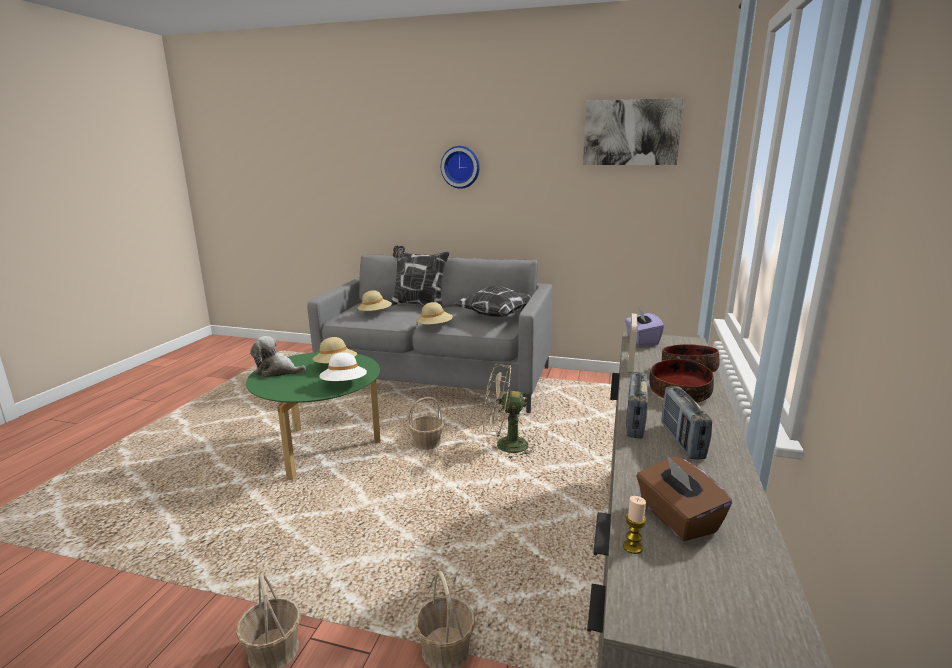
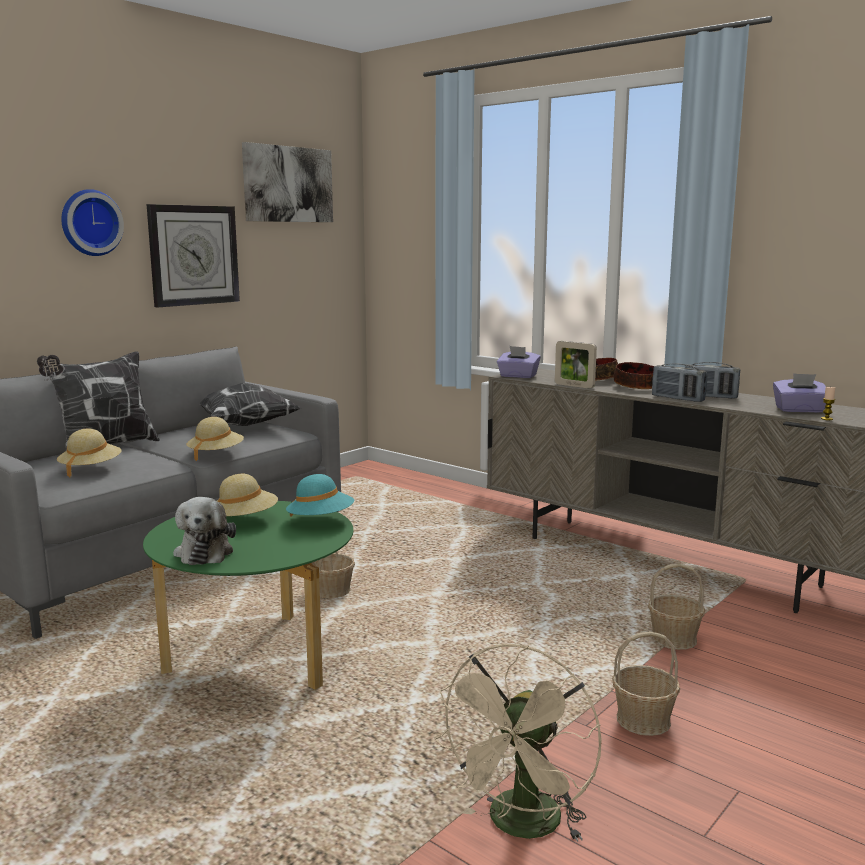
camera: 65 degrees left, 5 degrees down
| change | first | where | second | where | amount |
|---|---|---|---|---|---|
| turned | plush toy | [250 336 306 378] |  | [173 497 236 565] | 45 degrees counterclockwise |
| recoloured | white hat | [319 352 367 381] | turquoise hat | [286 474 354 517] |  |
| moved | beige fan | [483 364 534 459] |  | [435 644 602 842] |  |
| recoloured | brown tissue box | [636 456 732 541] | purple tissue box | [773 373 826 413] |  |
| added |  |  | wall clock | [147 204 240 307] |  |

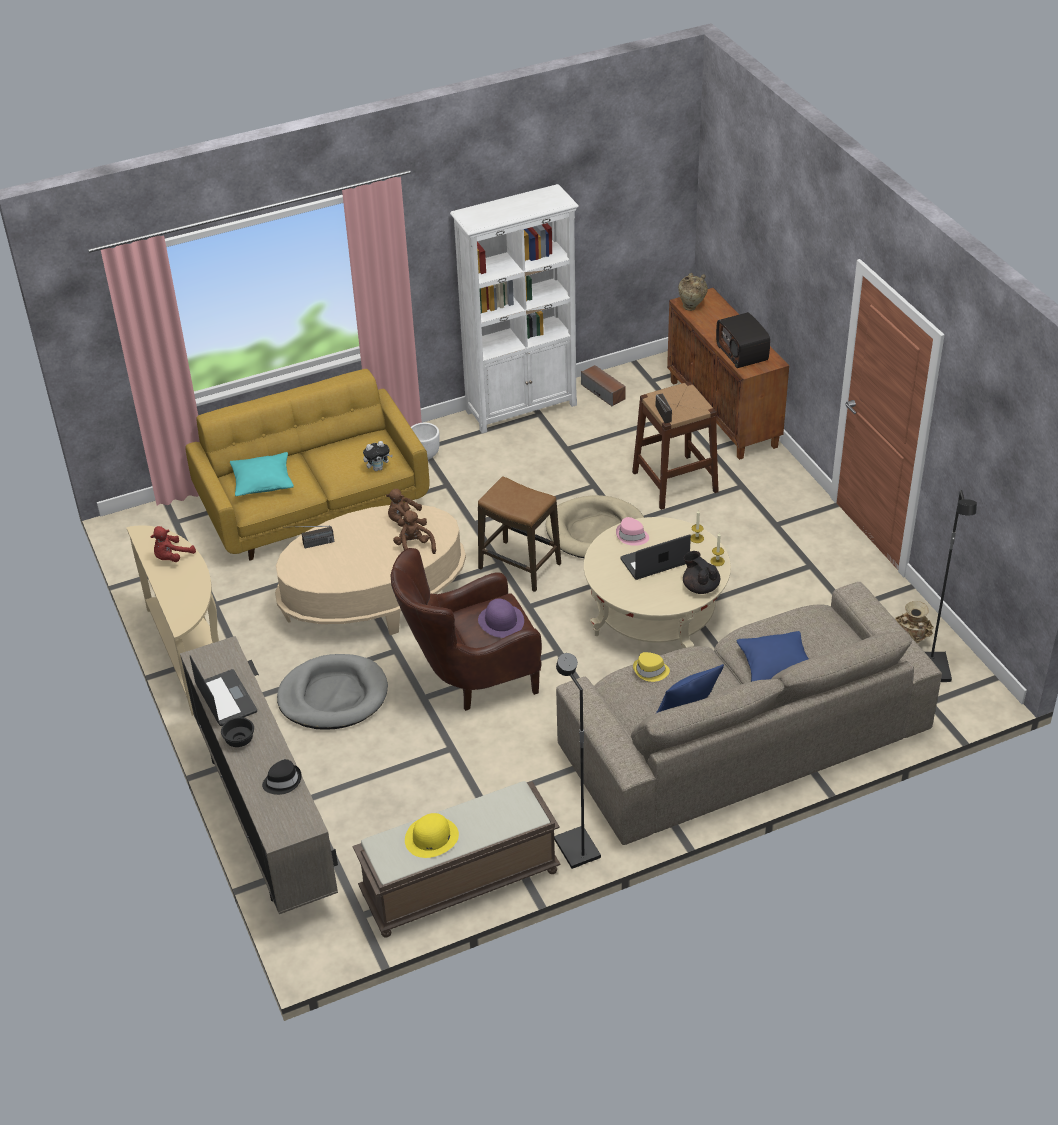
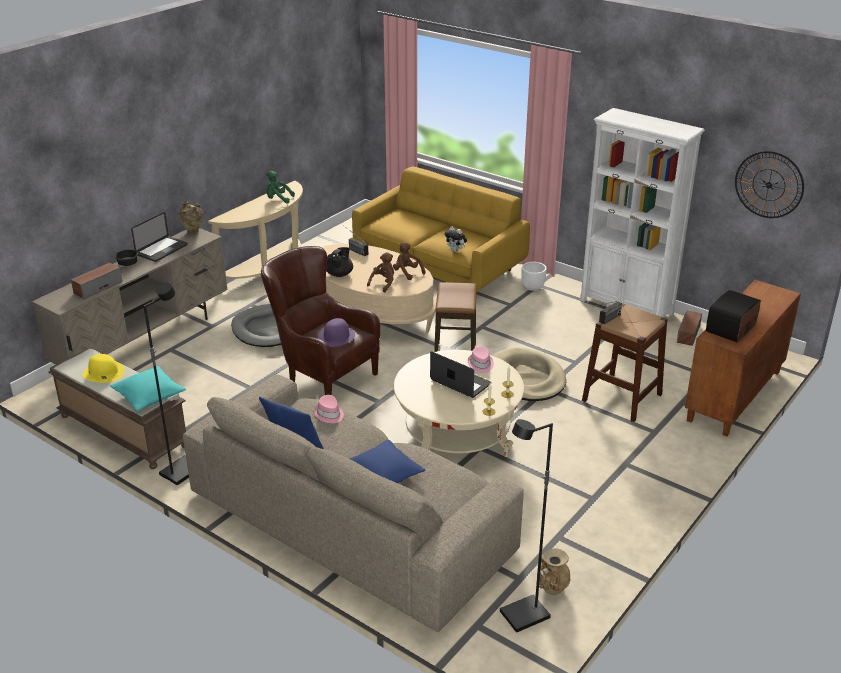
camera: 60 degrees right, 10 degrees down
| change | first | where | second | where | amount |
|---|---|---|---|---|---|
| recoloured | red plush toy | [151 526 196 562] | green plush toy | [266 171 295 203] |  |
| moved | turquoise pillow | [230 452 294 496] |  | [110 366 186 411] |  |
| replaced | black hat | [262 759 302 795] | speaker | [71 263 123 299] |  |
| recoloured | yellow hat | [633 652 670 682] | pink hat | [314 395 344 423] |  |
| moved | beige vase | [678 273 708 311] |  | [178 201 203 234] |  |
| moved | black teapot | [683 551 720 594] |  | [326 247 353 277] |  |
| added |  |  | wall clock | [735 151 804 218] |  |

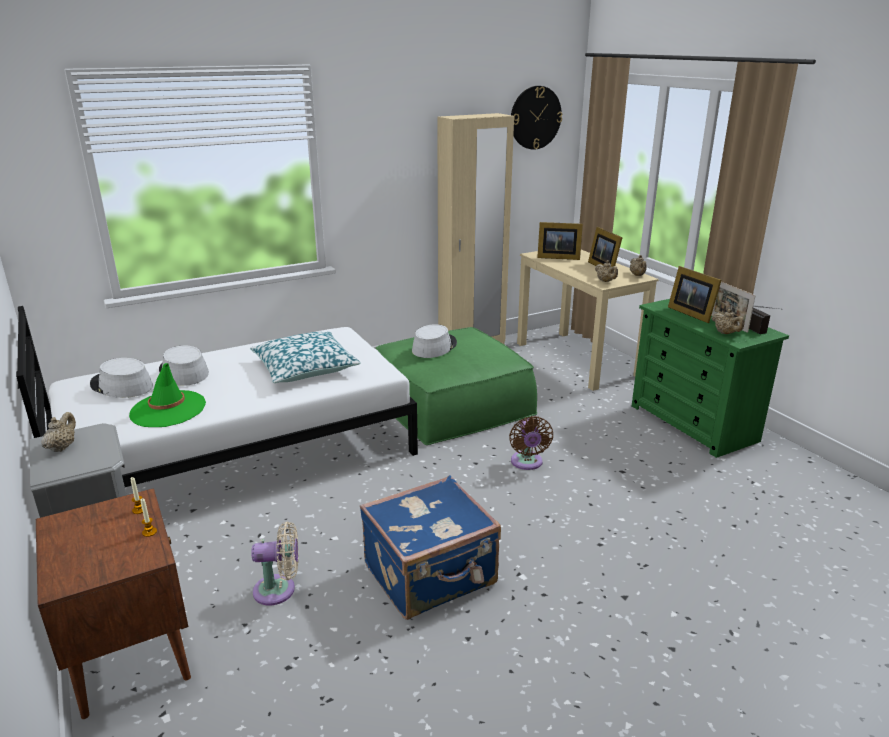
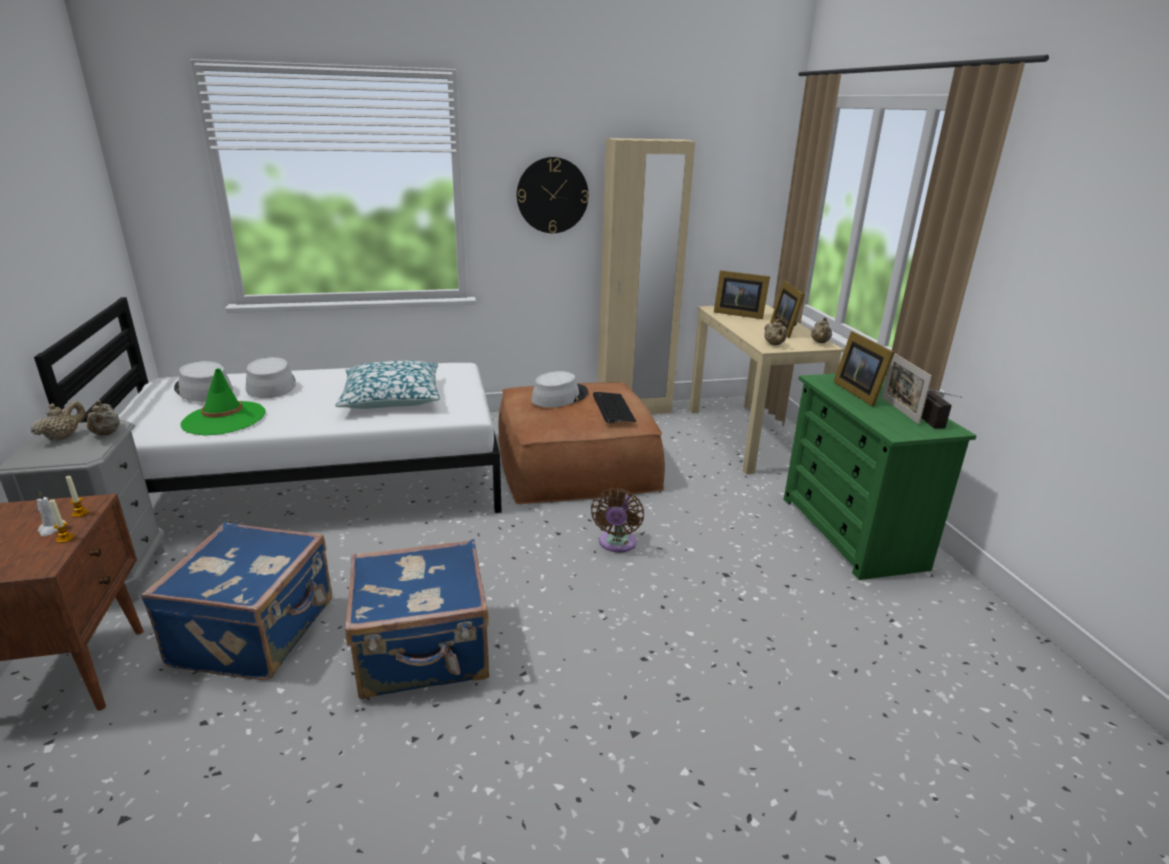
camera: 15 degrees right, 0 degrees up
| change | first | where | second | where | amount |
|---|---|---|---|---|---|
| replaced | beige fan | [252 522 299 605] | blue suitcase | [141 522 332 680] |  |
| recoloured | green ottoman | [376 327 537 445] | brown ottoman | [498 382 665 504] |  |
| moved | wall clock | [511 86 562 150] |  | [517 157 589 233] |  |
| moved | beige teapot | [712 309 744 334] |  | [86 400 120 435] |  |
| added |  |  | white candle | [37 491 67 536] |  |
| added |  |  | keyboard | [593 392 636 423] |  |

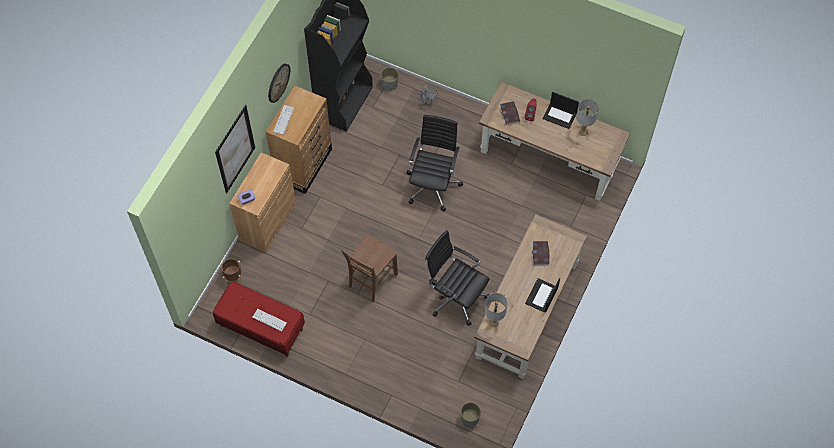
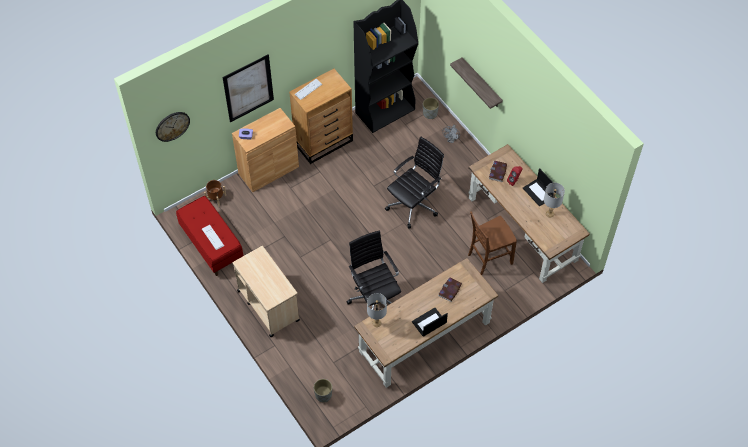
camera: 30 degrees right, 5 degrees down
| change | first | where | second | where | amount |
|---|---|---|---|---|---|
| moved | wall clock | [268 64 290 103] |  | [156 112 190 142] |  |
| moved | brown chair | [341 235 398 302] |  | [468 211 517 275] |  |
| added |  |  | beige cart | [233 246 300 337] |  |
| added |  |  | shelf | [450 57 503 109] |  |

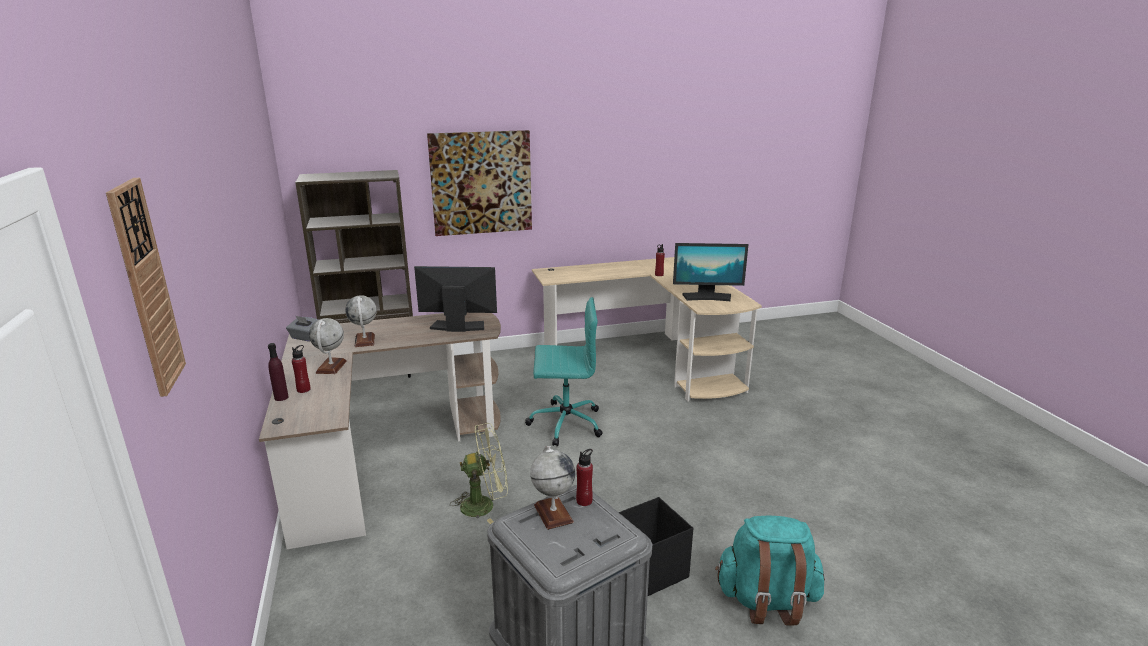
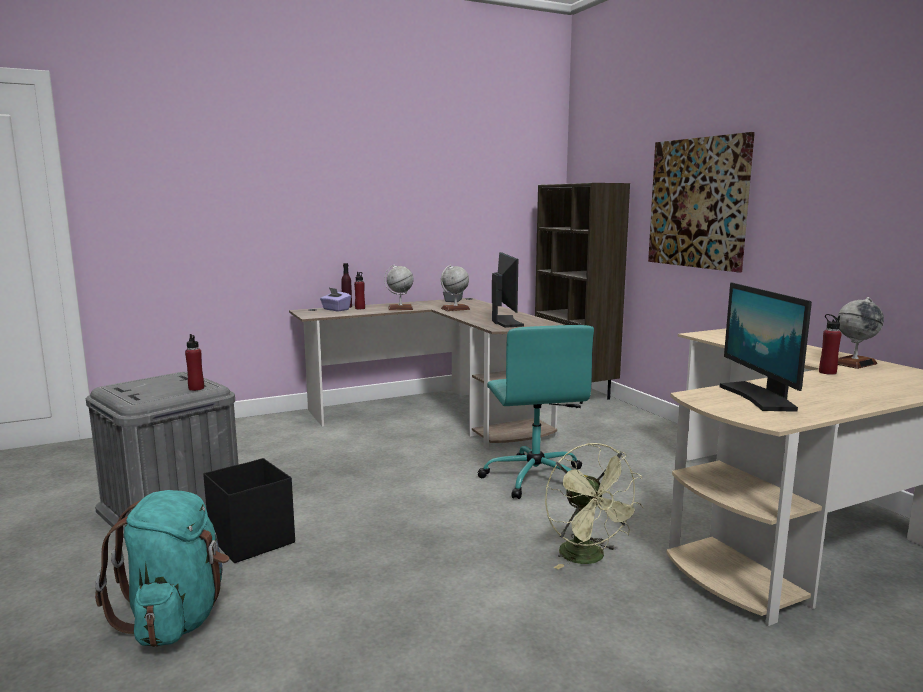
camera: 80 degrees right, 10 degrees down
| change | first | where | second | where | amount |
|---|---|---|---|---|---|
| removed | wall clock | [106 178 186 397] |  |  |  |
| moved | green fan | [450 423 508 524] |  | [545 443 644 569] |  |
| moved | globe | [530 446 575 530] |  | [837 297 884 369] |  |
| added |  |  | purple tissue box | [320 288 351 311] |  |

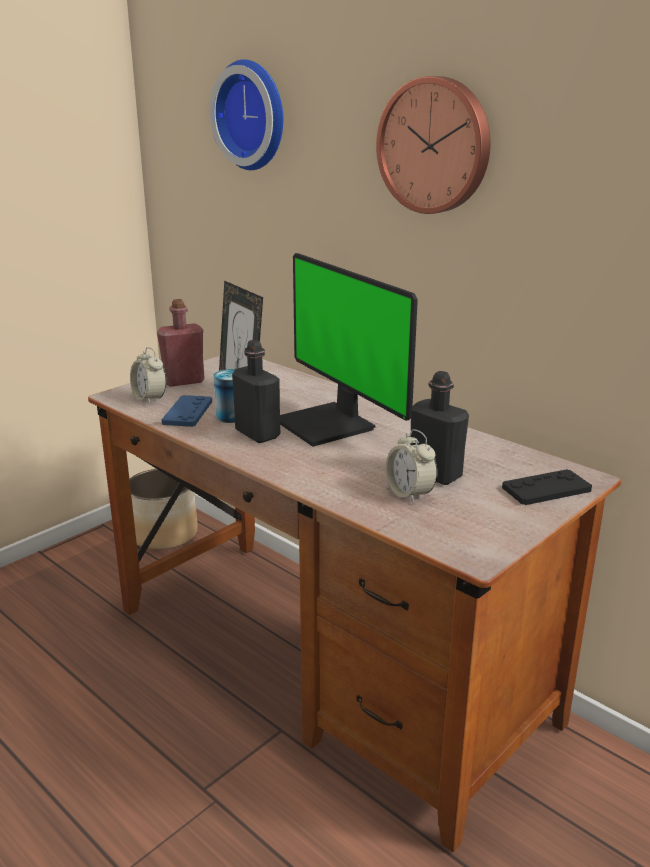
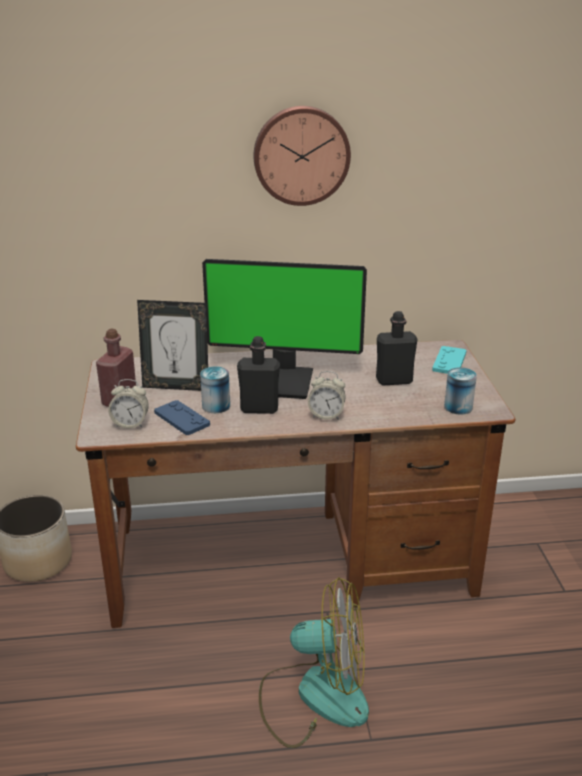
camera: 50 degrees left, 5 degrees up
| change | first | where | second | where | amount |
|---|---|---|---|---|---|
| removed | wall clock | [209 59 283 170] |  |  |  |
| moved | alarm clock | [386 429 437 503] |  | [308 371 346 420] |  |
| recoloured | black game controller | [502 469 592 505] | turquoise game controller | [432 346 467 374] |  |
| added |  |  | fan | [259 577 369 748] |  |
| added |  |  | can | [444 367 477 415] |  |

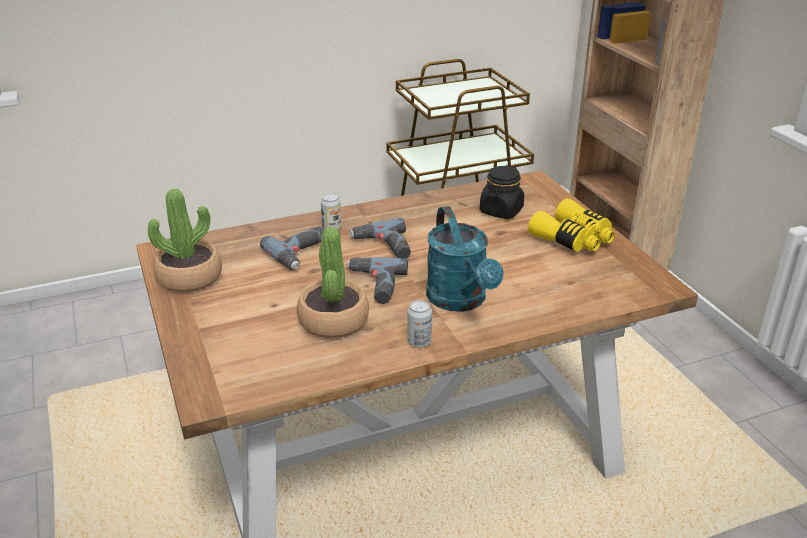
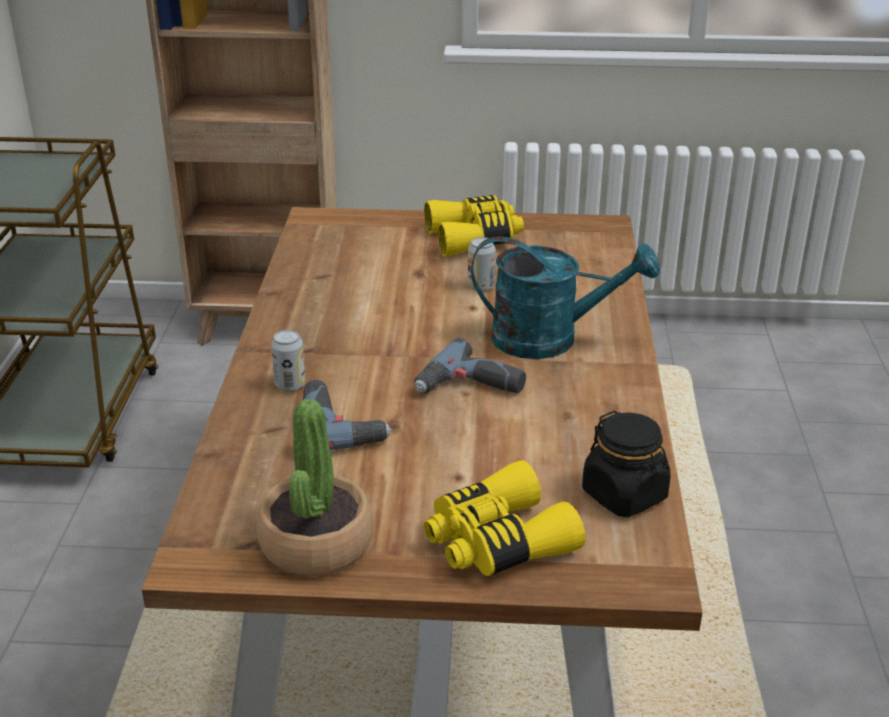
camera: 65 degrees left, 0 degrees up
| change | first | where | second | where | amount |
|---|---|---|---|---|---|
| removed | potted plant | [297 227 369 338] |  |  |  |
| removed | power drill | [349 218 411 259] |  |  |  |
| moved | can | [407 300 432 348] |  | [468 237 496 292] |  |
| moved | black jar | [480 165 524 219] |  | [582 411 671 517] |  |
| added |  |  | yellow binoculars | [424 460 585 576] |  |

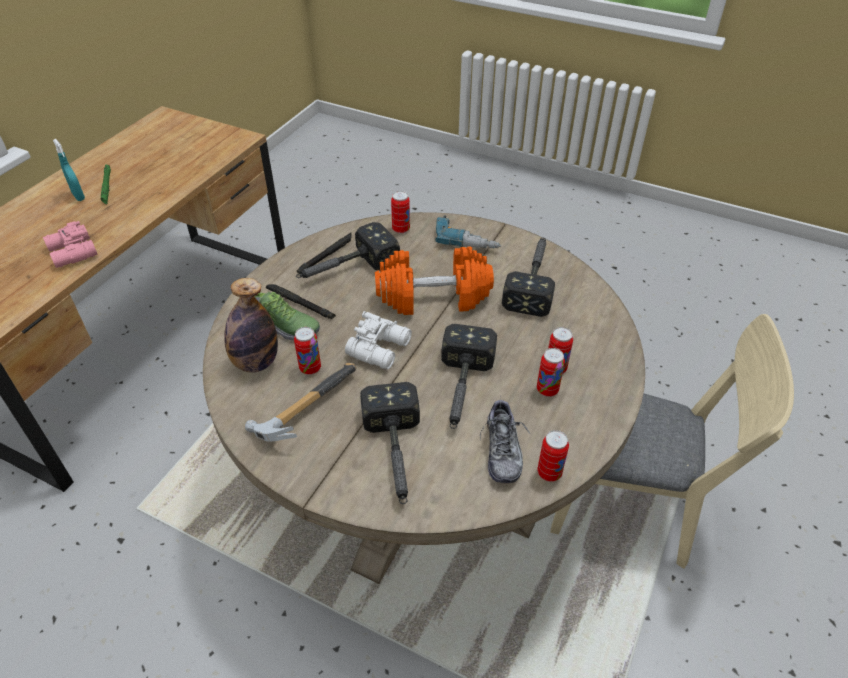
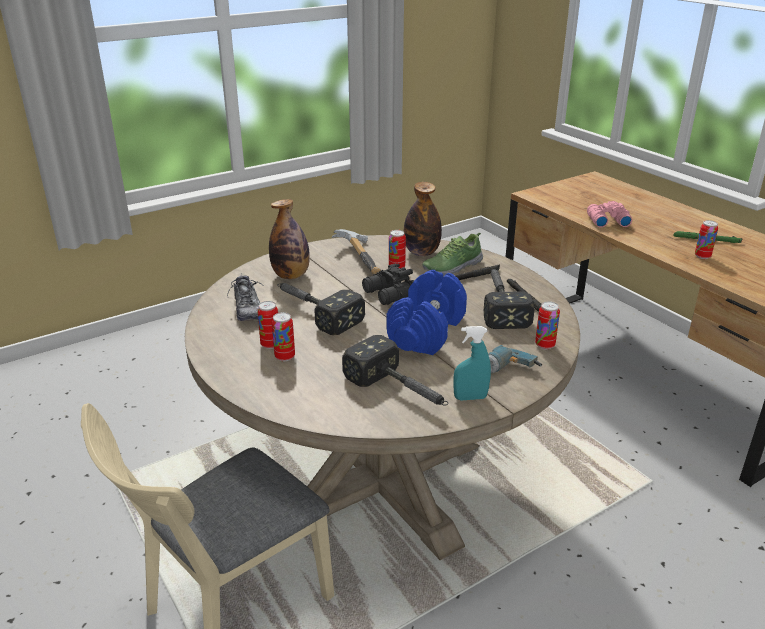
camera: 120 degrees right, 15 degrees down
| change | first | where | second | where | amount |
|---|---|---|---|---|---|
| moved | turquoise spray bottle | [53 139 85 201] |  | [454 326 491 401] |  |
| recoloured | white binoculars | [345 311 412 369] | black binoculars | [362 263 415 305] |  |
| replaced | hammer | [360 382 420 504] | bottle | [269 199 310 279] |  |
| recoloured | orange dumbbell | [375 247 494 315] | blue dumbbell | [386 270 467 355] |  |
| turned | shoe | [480 395 530 483] |  | [227 273 264 321] | 135 degrees counterclockwise |
| moved | can | [537 430 569 482] |  | [695 220 718 259] |  |

